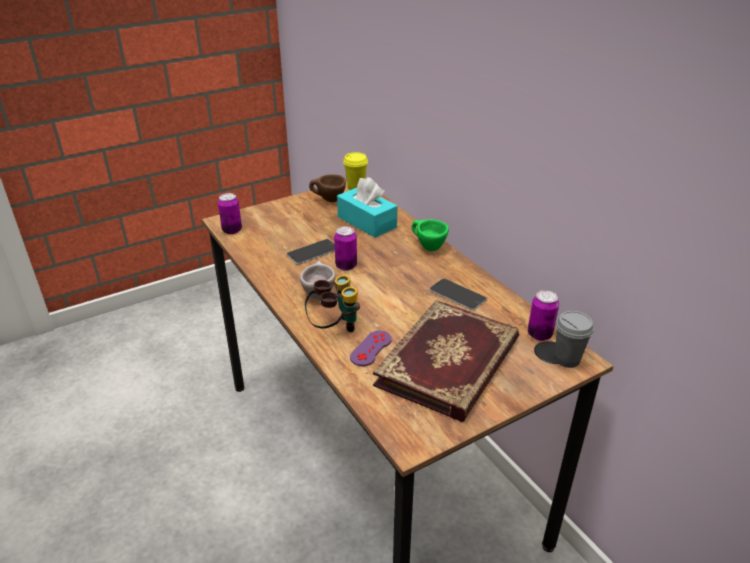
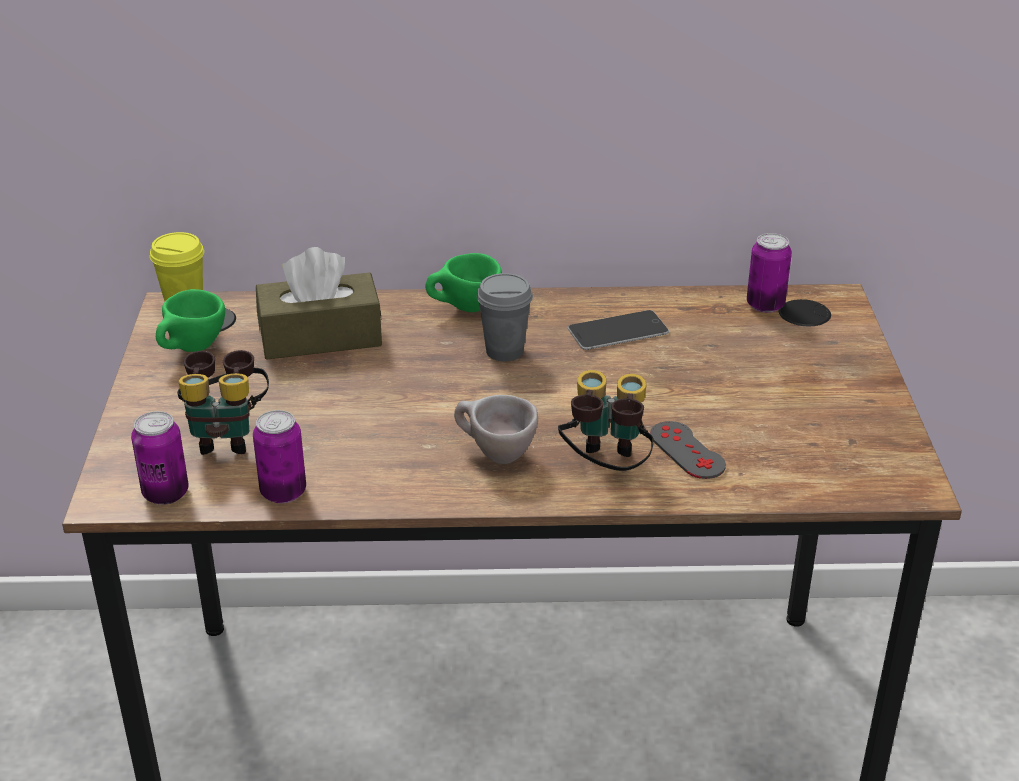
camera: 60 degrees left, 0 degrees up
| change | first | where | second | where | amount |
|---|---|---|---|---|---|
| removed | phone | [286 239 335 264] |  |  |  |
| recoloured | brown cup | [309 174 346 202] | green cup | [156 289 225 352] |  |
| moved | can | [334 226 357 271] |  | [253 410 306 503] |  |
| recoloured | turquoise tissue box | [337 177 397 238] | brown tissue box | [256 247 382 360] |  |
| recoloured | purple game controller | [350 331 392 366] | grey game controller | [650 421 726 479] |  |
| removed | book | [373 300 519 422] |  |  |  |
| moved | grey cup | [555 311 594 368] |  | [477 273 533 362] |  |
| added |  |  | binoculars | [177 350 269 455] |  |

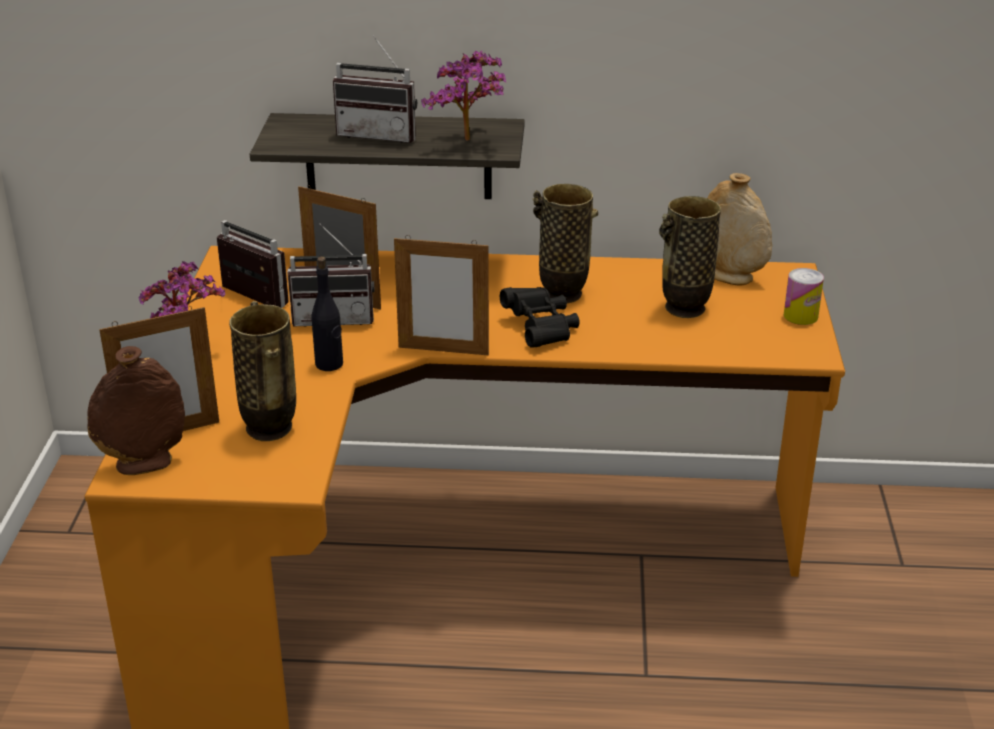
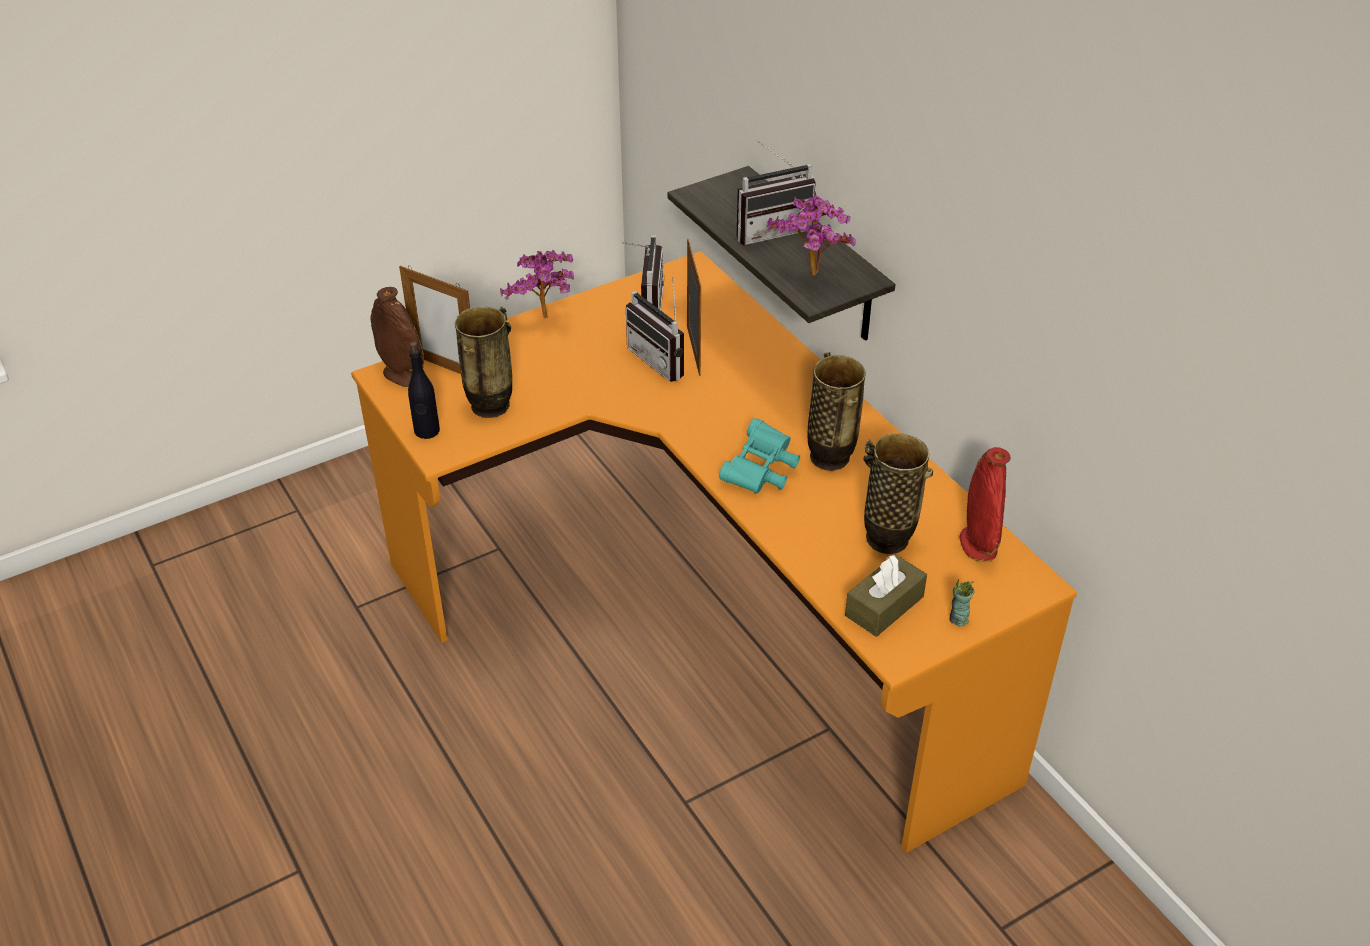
camera: 55 degrees right, 10 degrees up
| change | first | where | second | where | amount |
|---|---|---|---|---|---|
| moved | black bottle | [312 256 343 371] |  | [408 341 440 439] |  |
| turned | radio | [333 35 417 143] |  | [737 141 816 245] | 90 degrees counterclockwise |
| removed | picture frame | [394 235 489 355] |  |  |  |
| recoloured | black binoculars | [500 287 580 348] | turquoise binoculars | [719 418 800 494] |  |
| recoloured | beige vase | [708 173 772 286] | red vase | [959 447 1011 562] |  |
| replaced | can | [784 268 824 325] | cup | [949 579 974 627] |  |
| added |  |  | brown tissue box | [845 554 927 637] |  |

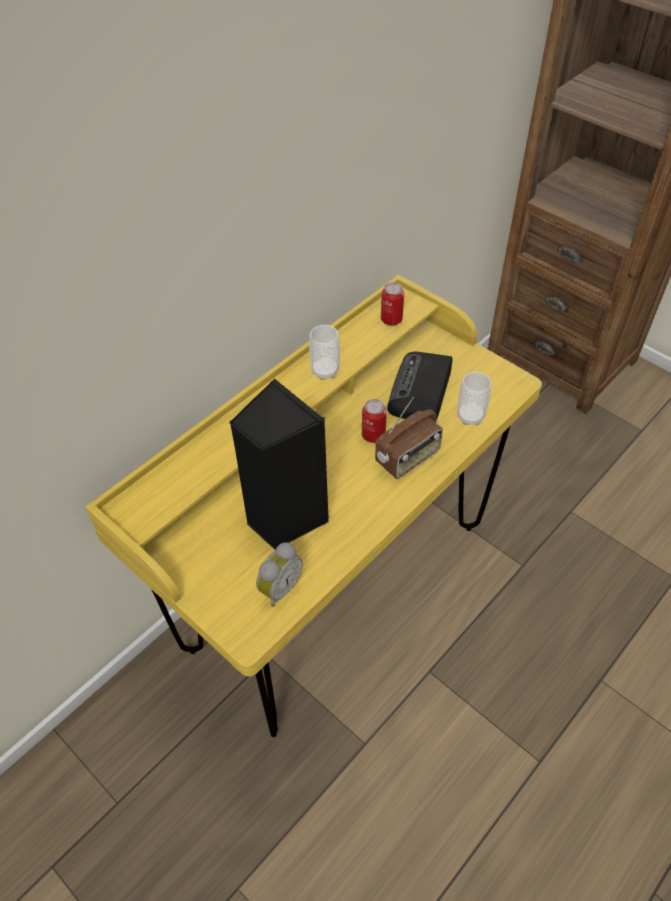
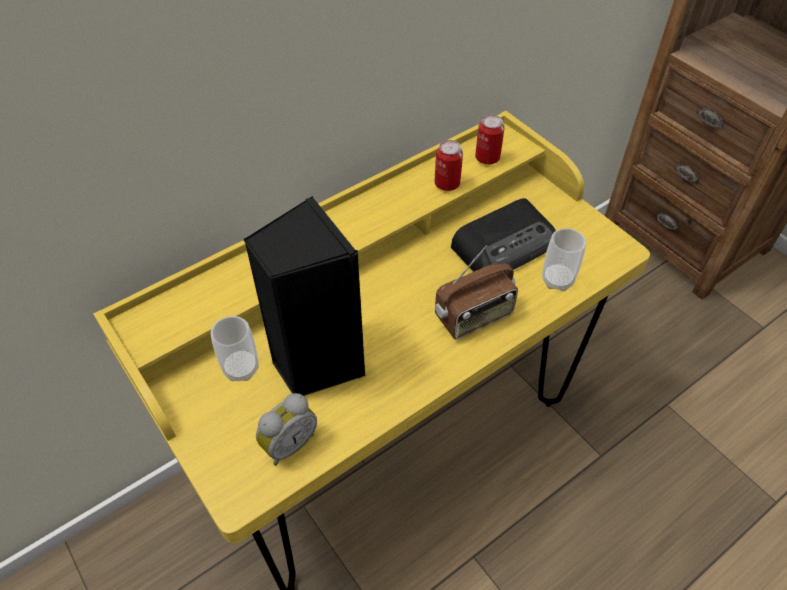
camera: 10 degrees right, 0 degrees up
| change | first | where | second | where | amount |
|---|---|---|---|---|---|
| moved | cup | [309 325 340 380] |  | [211 316 259 381] |  |
| moved | can | [362 399 387 443] |  | [434 140 463 191] |  |
| turned | radio | [387 352 452 419] |  | [451 198 556 273] | 150 degrees counterclockwise |

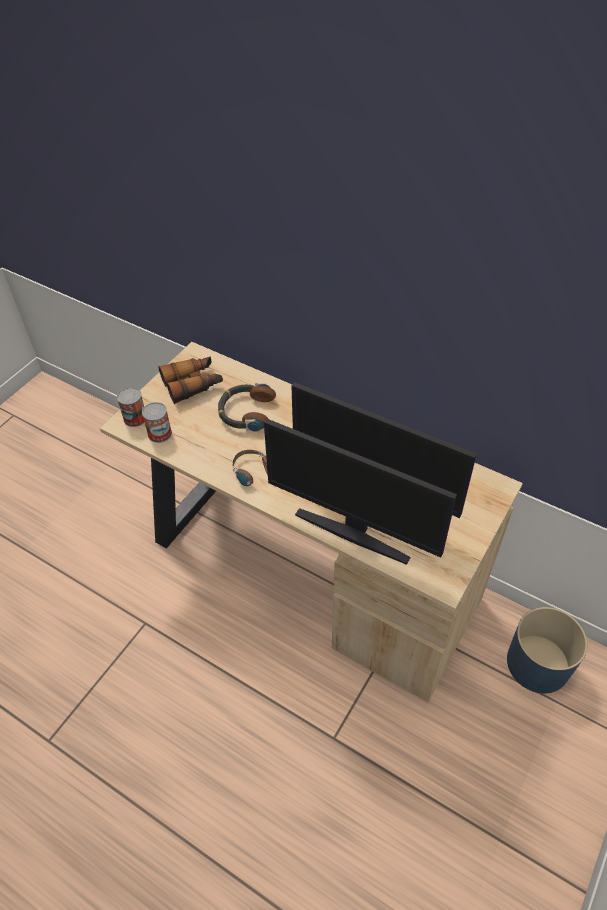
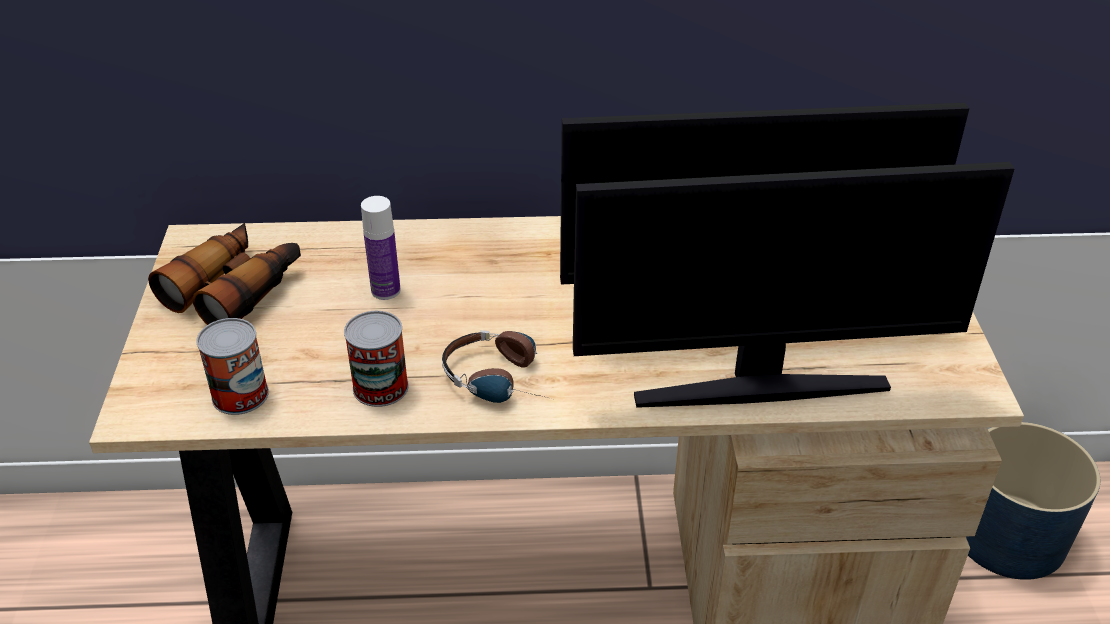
camera: 35 degrees left, 10 degrees down
| change | first | where | second | where | amount |
|---|---|---|---|---|---|
| moved | can | [117 387 145 427] |  | [344 311 409 407] |  |
| replaced | headphones | [218 383 276 432] | bottle | [361 196 401 300] |  |

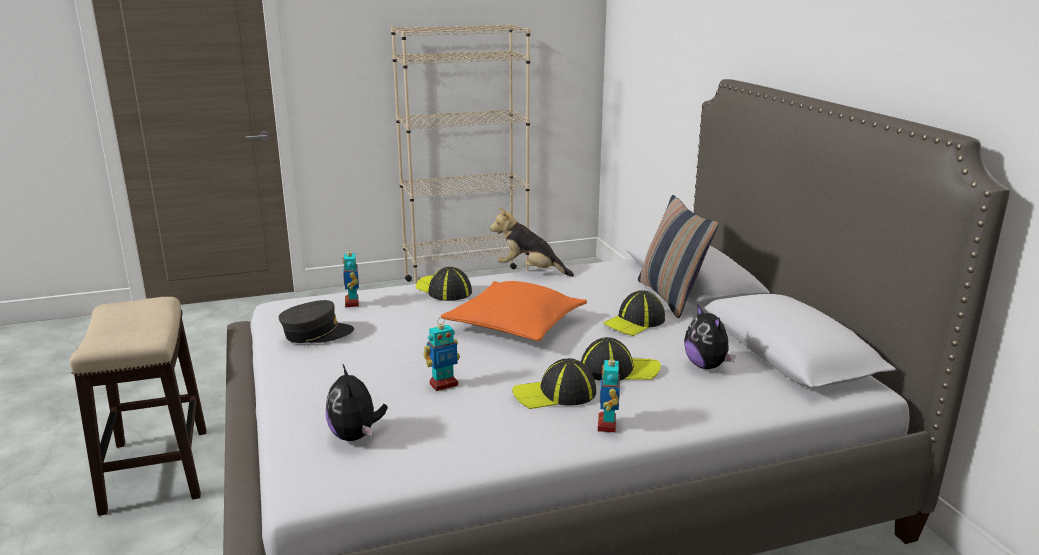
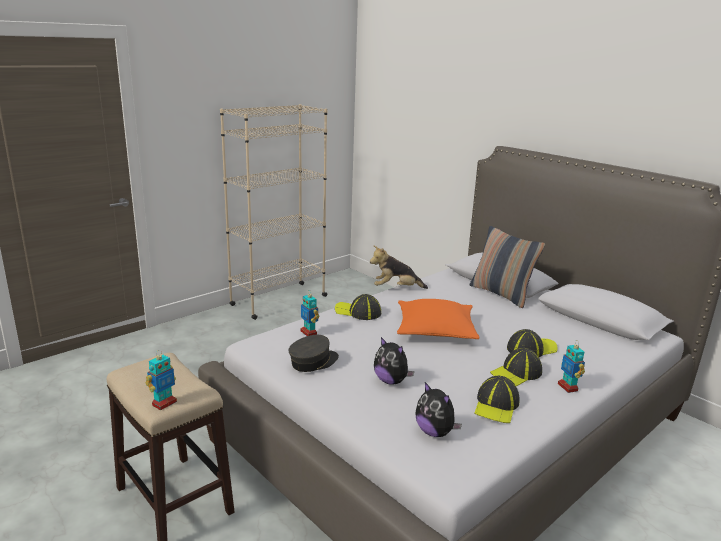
camera: 25 degrees left, 0 degrees up
| change | first | where | second | where | amount |
|---|---|---|---|---|---|
| moved | toy robot | [424 317 460 391] |  | [145 350 177 410] |  |
| moved | cap | [603 290 665 336] |  | [474 376 520 423] |  |
| moved | plush toy | [684 304 736 369] |  | [374 337 414 385] |  |

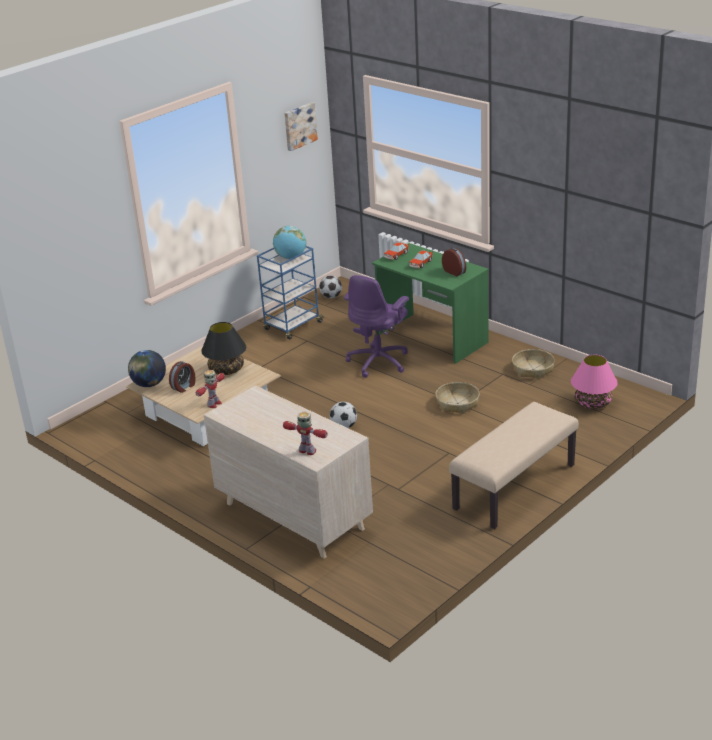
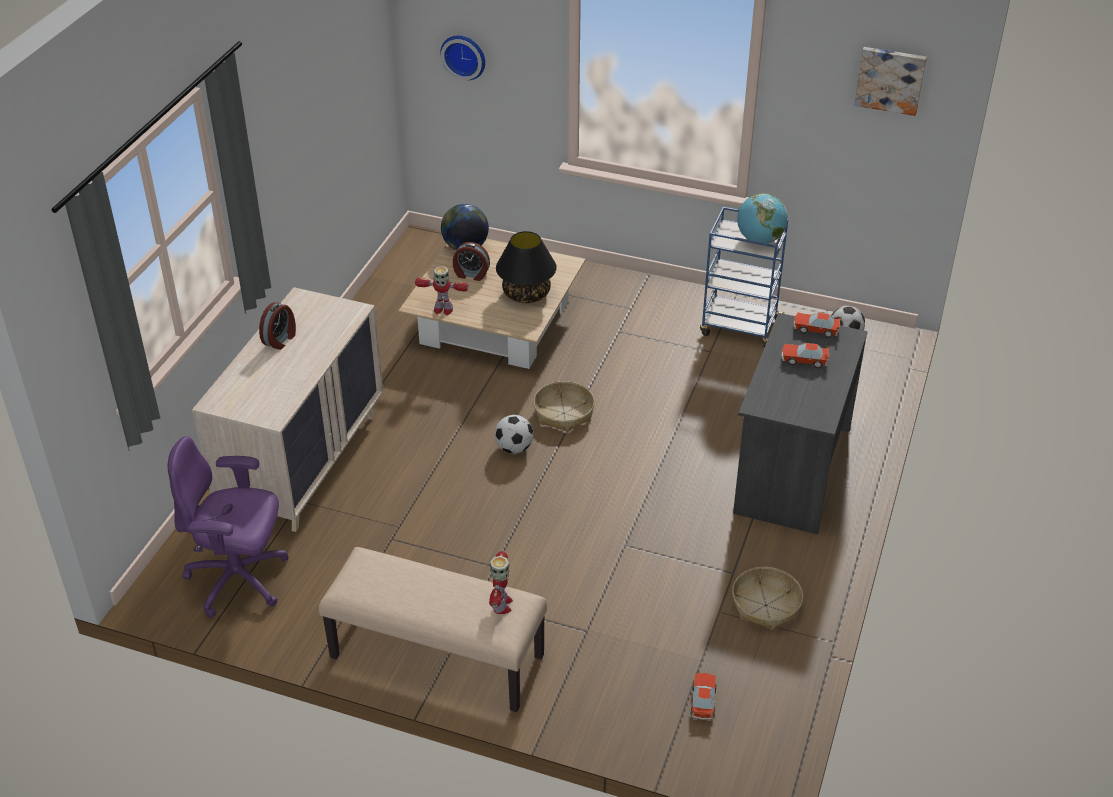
camera: 65 degrees right, 10 degrees up
| change | first | where | second | where | amount |
|---|---|---|---|---|---|
| moved | toy robot | [283 412 328 455] |  | [489 551 513 614] |  |
| moved | purple office chair | [344 275 409 378] |  | [168 436 289 618] |  |
| recoloured | green desk | [372 243 489 364] | grey desk | [733 313 868 534] |  |
| moved | basket | [435 382 480 414] |  | [533 381 595 432] |  |
| moved | alarm clock | [442 247 466 276] |  | [259 302 296 350] |  |
| replaced | pink table lamp | [571 355 618 409] | toy car | [691 673 716 721] |  |
| added |  |  | wall clock | [440 35 485 80] |  |

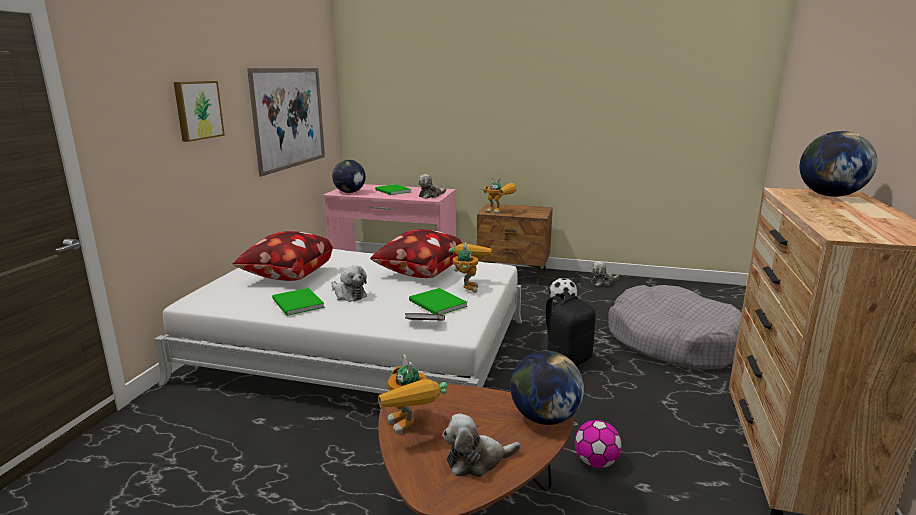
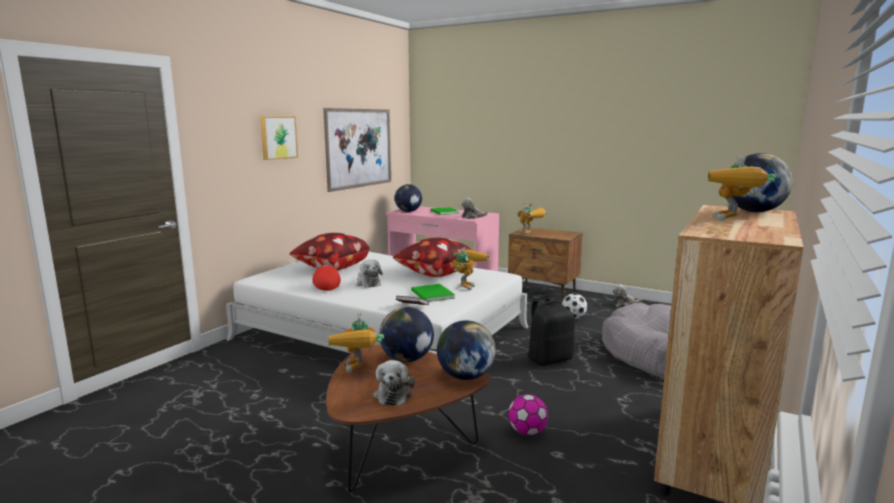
camera: 15 degrees right, 5 degrees down
| change | first | where | second | where | amount |
|---|---|---|---|---|---|
| replaced | green book | [272 288 325 316] | red cap | [312 265 341 291] |  |
| turned | plush toy | [442 413 521 477] |  | [373 360 415 406] | 90 degrees counterclockwise |
| added |  |  | globe | [379 307 434 362] |  |
| added |  |  | toy robot | [708 156 776 221] |  |

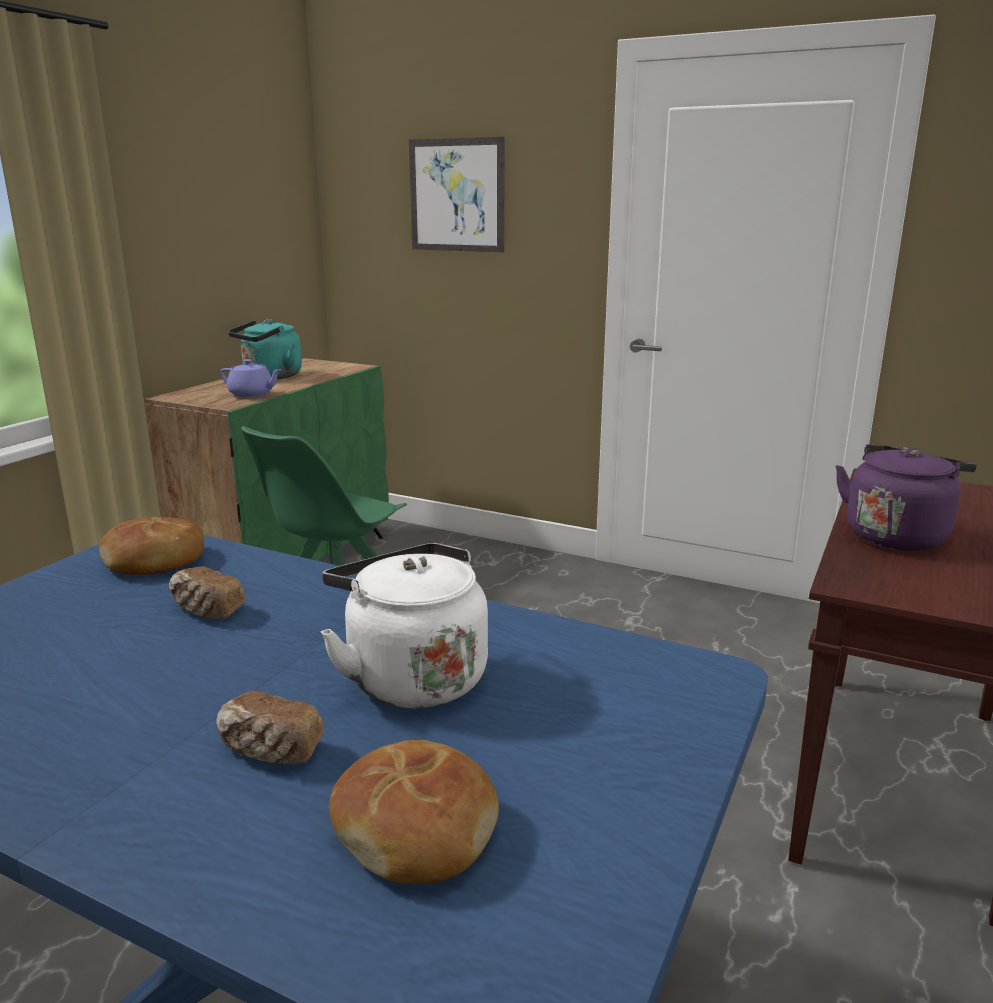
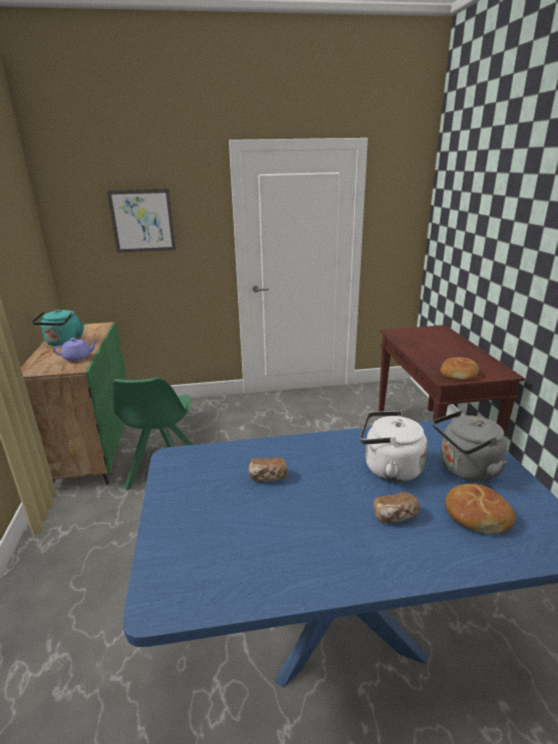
camera: 35 degrees left, 5 degrees up
| change | first | where | second | where | amount |
|---|---|---|---|---|---|
| moved | bread | [99 517 204 575] |  | [440 357 479 381] |  |
| removed | purple kettle | [836 444 977 551] |  |  |  |
| added |  |  | grey kettle | [433 411 507 482] |  |

